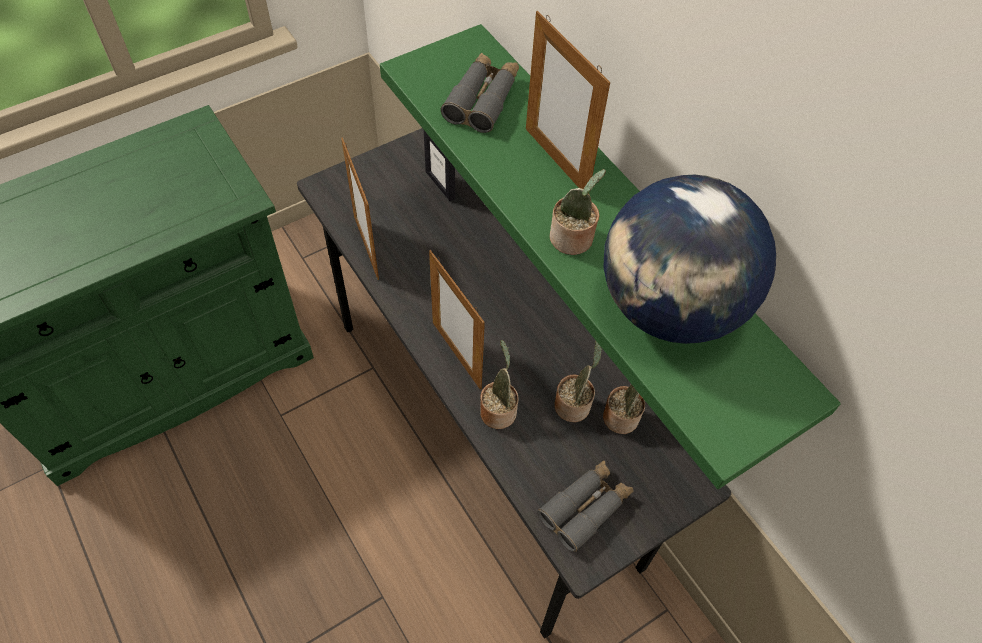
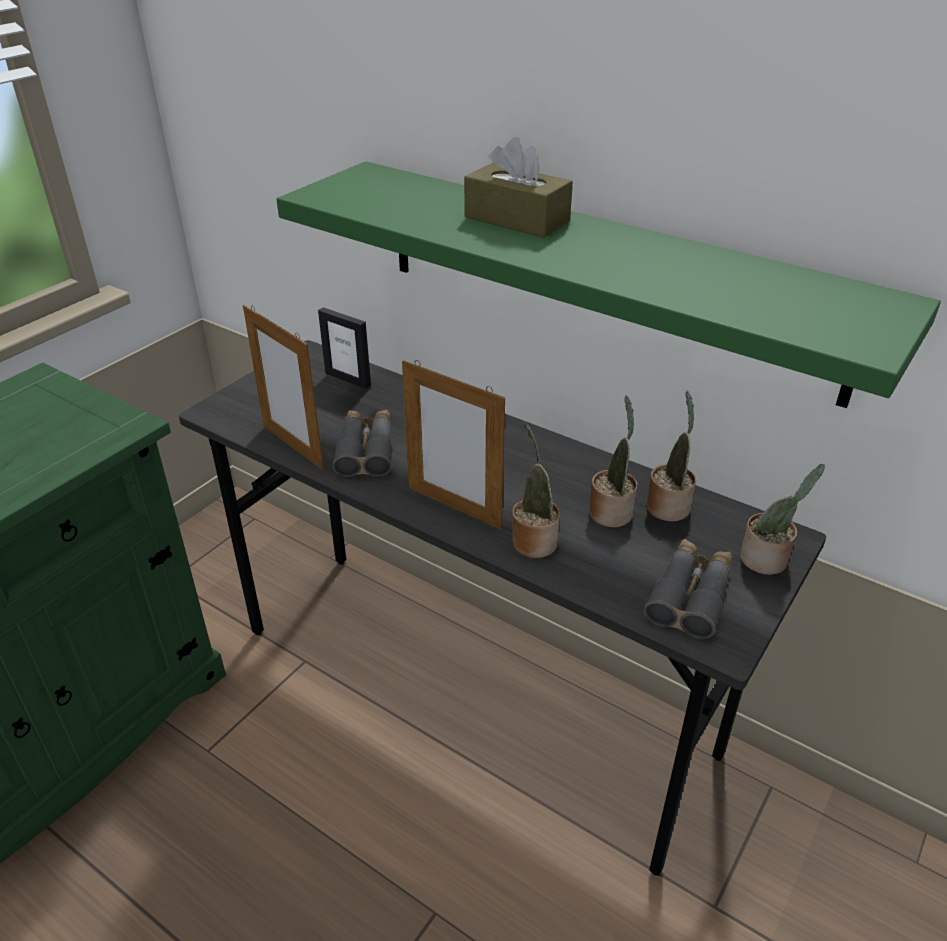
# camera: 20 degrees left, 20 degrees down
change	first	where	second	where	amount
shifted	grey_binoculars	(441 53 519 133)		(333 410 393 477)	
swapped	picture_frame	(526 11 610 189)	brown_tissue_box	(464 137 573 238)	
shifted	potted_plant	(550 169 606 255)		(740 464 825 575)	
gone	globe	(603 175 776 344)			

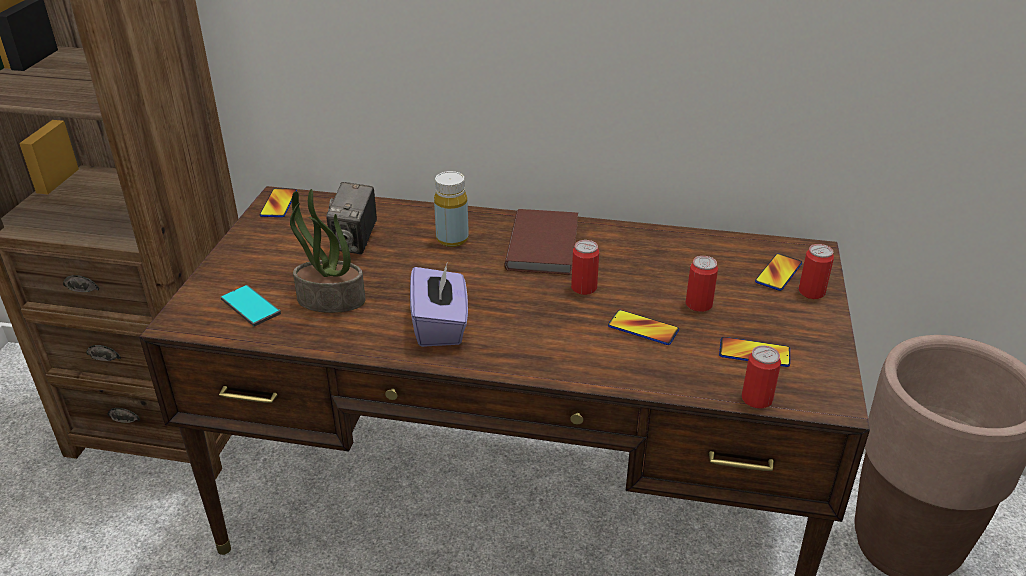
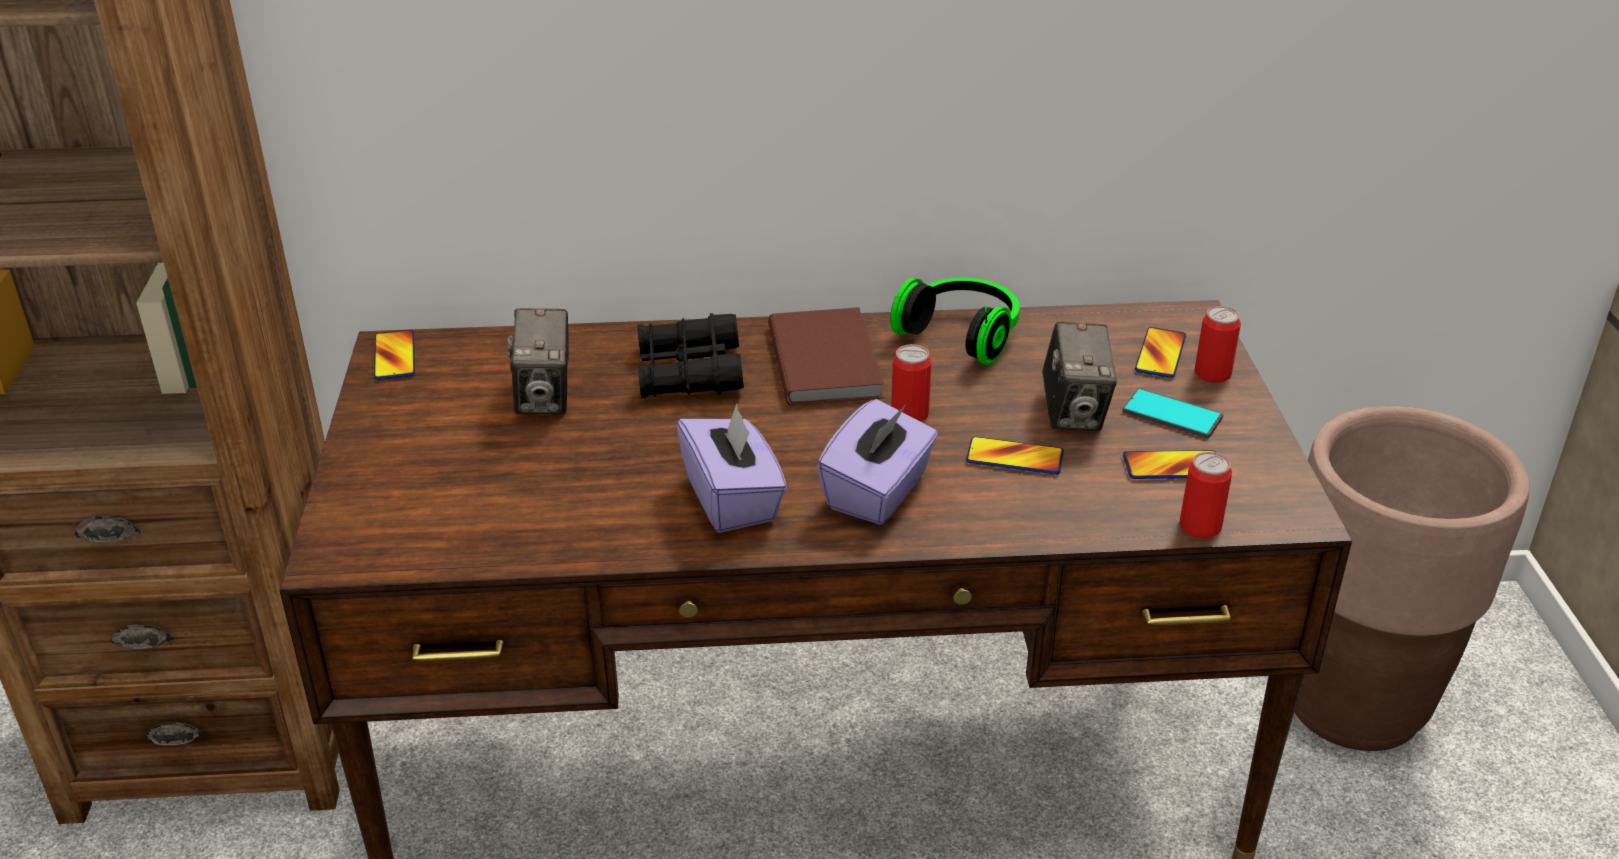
# camera: 15 degrees left, 0 degrees up
change	first	where	second	where	amount
shifted	phone	(221 285 281 326)		(1122 388 1223 439)	
gone	potted_plant	(290 189 366 313)			
swapped	yellow_bottle	(434 171 469 247)	black_binoculars	(638 313 744 398)	
swapped	can	(686 256 718 312)	photo_camera	(1042 322 1117 431)	
new			purple_tissue_box	(817 399 938 525)	
new			headphones	(890 278 1020 365)	

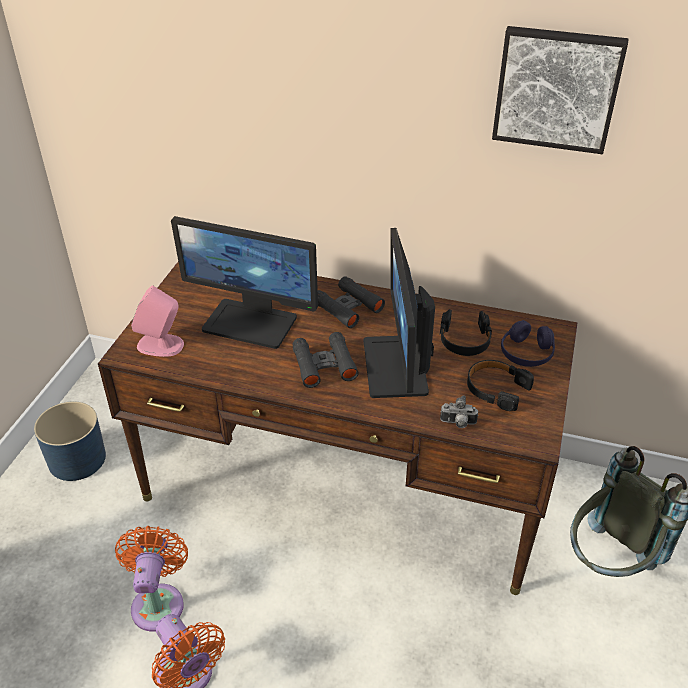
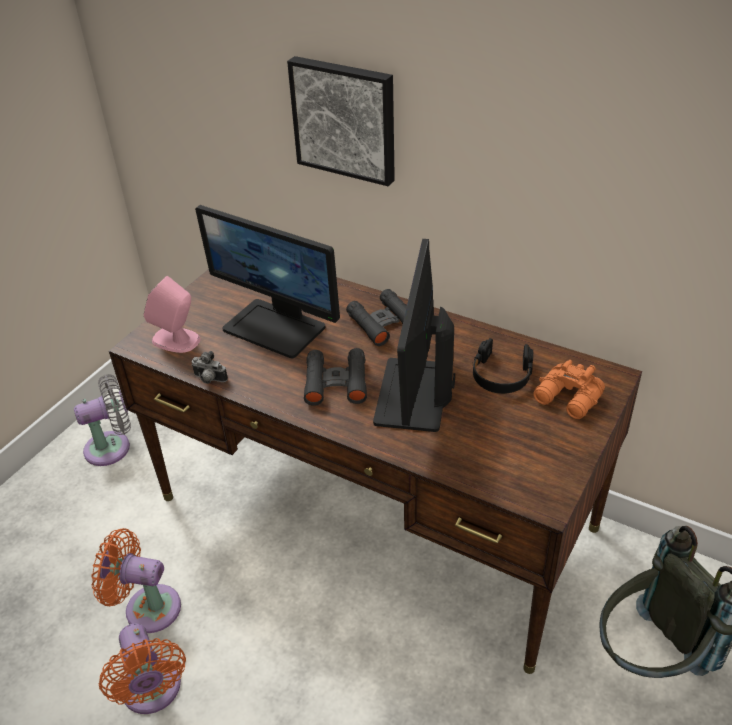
# camera: 15 degrees right, 0 degrees up
change	first	where	second	where	amount
swapped	blue_planter	(34 401 106 481)	grey_fan	(74 374 131 466)	
rotated	orange_fan	(115 526 188 632)		(91 528 181 633)	90 degrees counterclockwise
shifted	photo_camera	(440 395 478 428)		(191 351 228 384)	
gone	black_headphones	(467 360 534 411)			
shifted	picture	(492 26 629 154)		(287 56 395 186)	
swapped	purple_headphones	(501 320 555 367)	orange_binoculars	(533 360 605 419)	

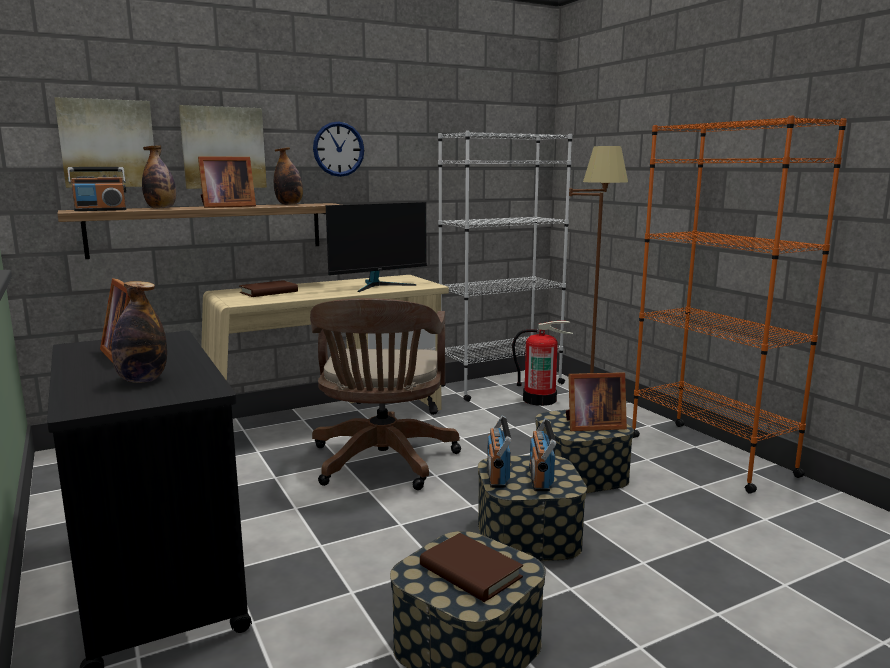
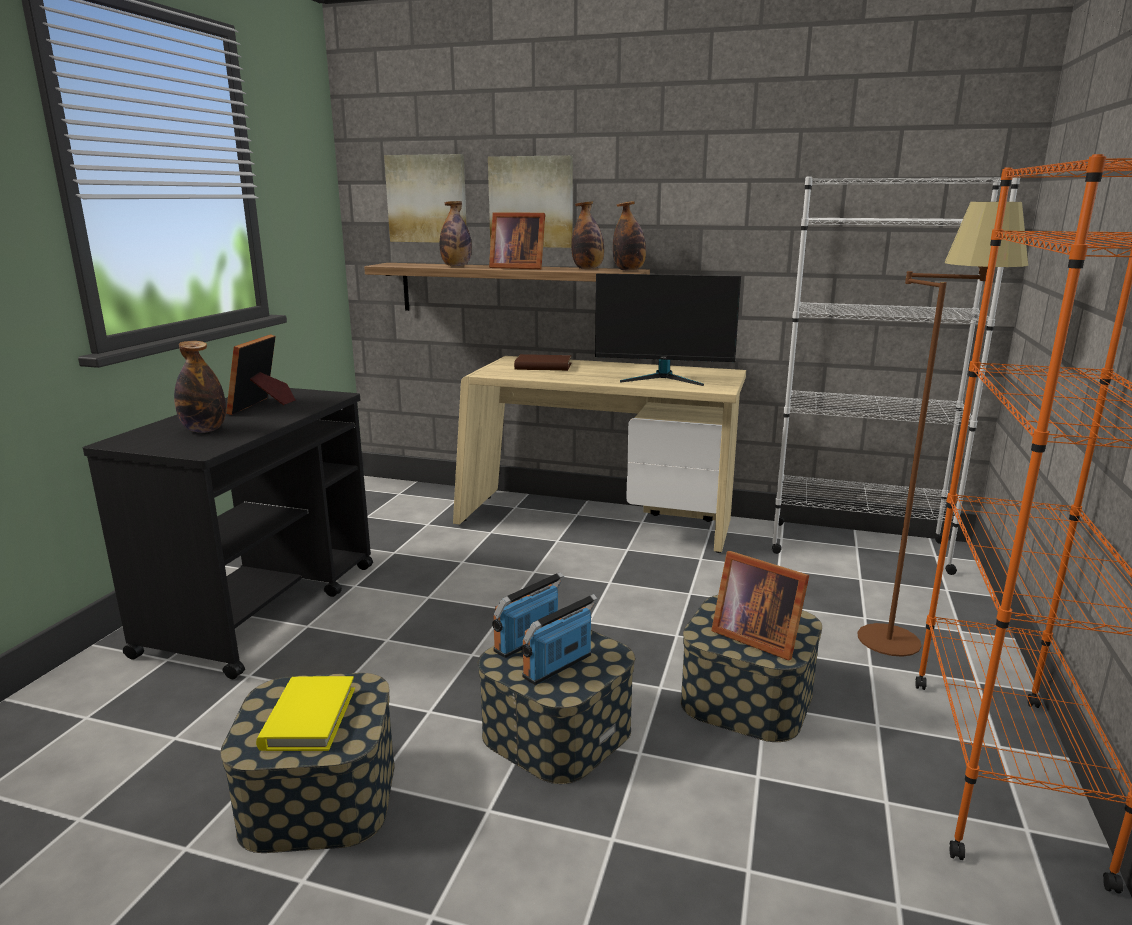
# camera: 45 degrees right, 5 degrees up
change	first	where	second	where	amount
gone	radio	(68 167 127 211)			
gone	brown_office_chair	(310 298 461 490)			
gone	wall_clock	(313 121 364 177)			
repainted	brown_book	(420 533 523 602)	yellow_book	(256 676 355 751)	
gone	fire_extinguisher	(512 321 573 406)			
new			bottle	(613 201 646 271)	

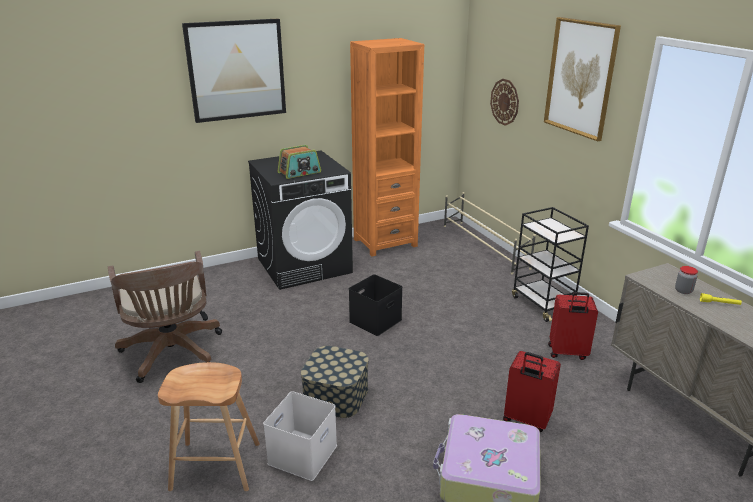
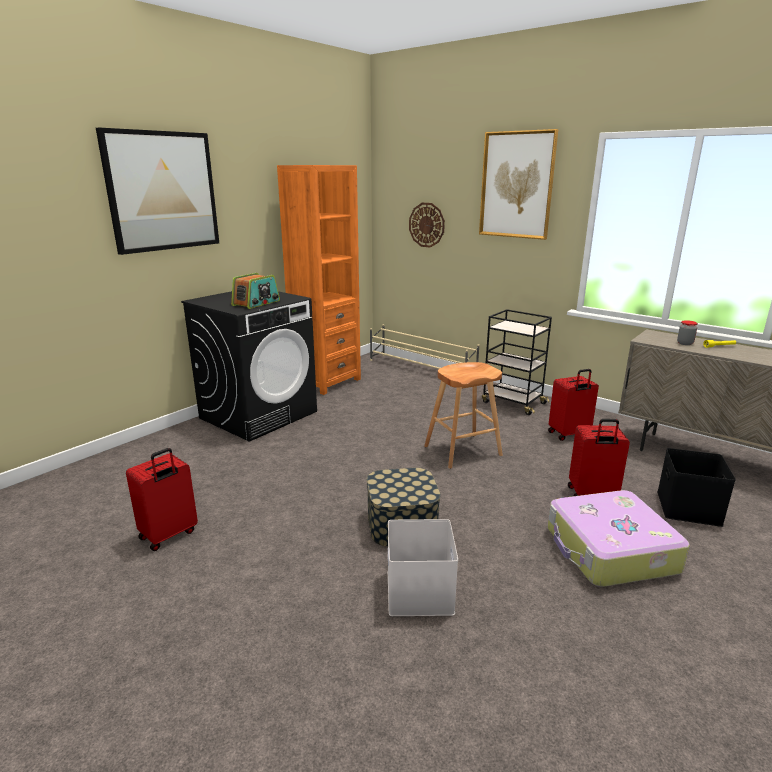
# camera: 25 degrees left, 5 degrees down
change	first	where	second	where	amount
swapped	brown_office_chair	(108 251 222 383)	red_suitcase	(126 448 198 551)	
shifted	brown_stool	(158 362 260 491)		(424 362 503 469)	
shifted	black_storage_box	(349 274 403 336)		(657 448 736 527)	

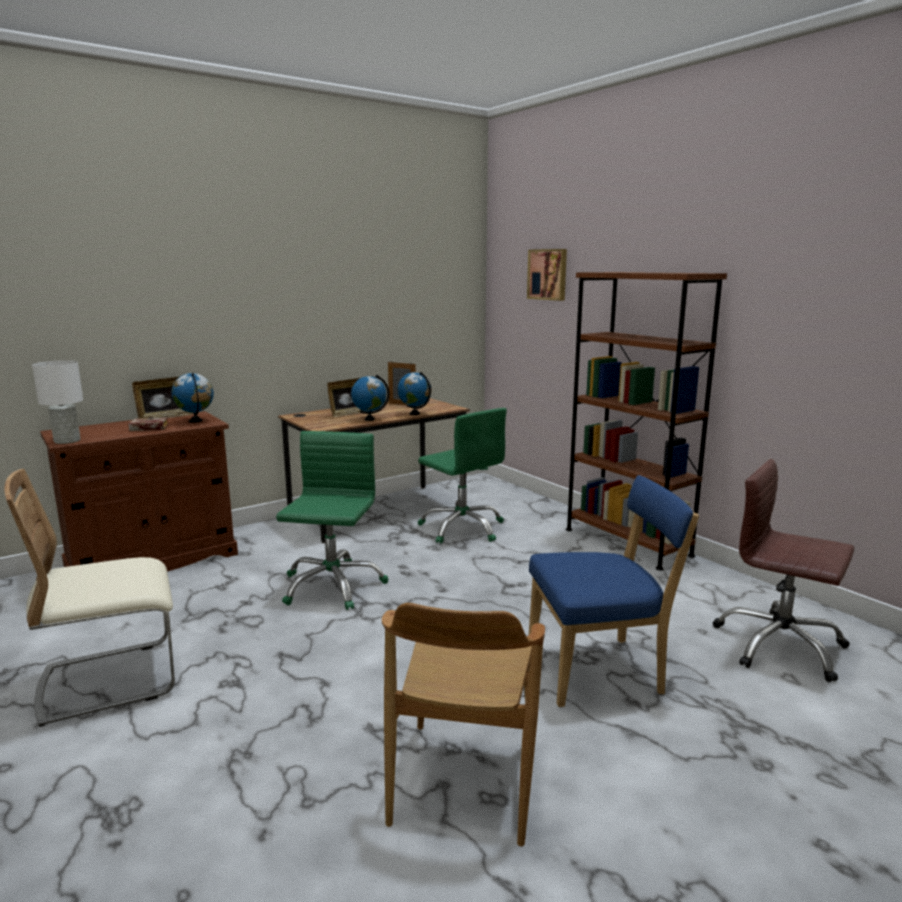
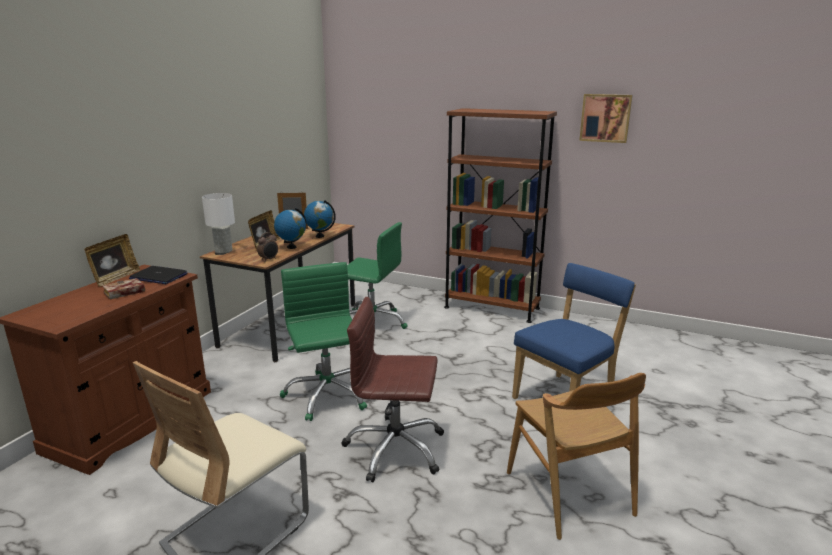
# camera: 30 degrees left, 5 degrees up
change	first	where	second	where	amount
shifted	white_table_lamp	(32 360 83 444)		(202 193 235 254)	
swapped	globe	(171 373 214 423)	laptop	(129 266 188 284)	
shifted	picture	(527 249 567 301)		(579 94 632 143)	
shifted	brown_office_chair	(713 459 854 682)		(341 297 444 482)	
new			alarm_clock	(257 232 278 261)	

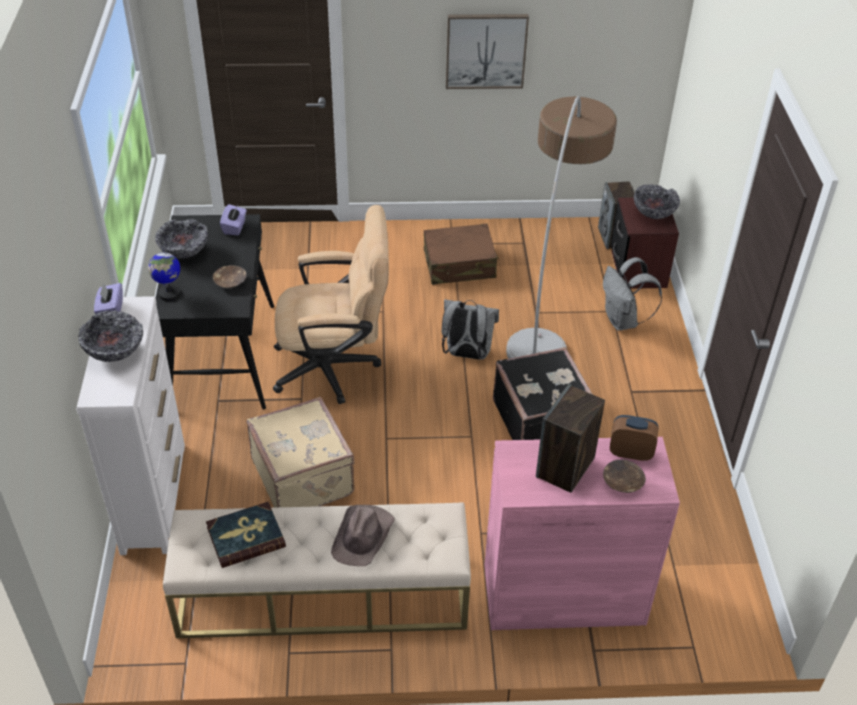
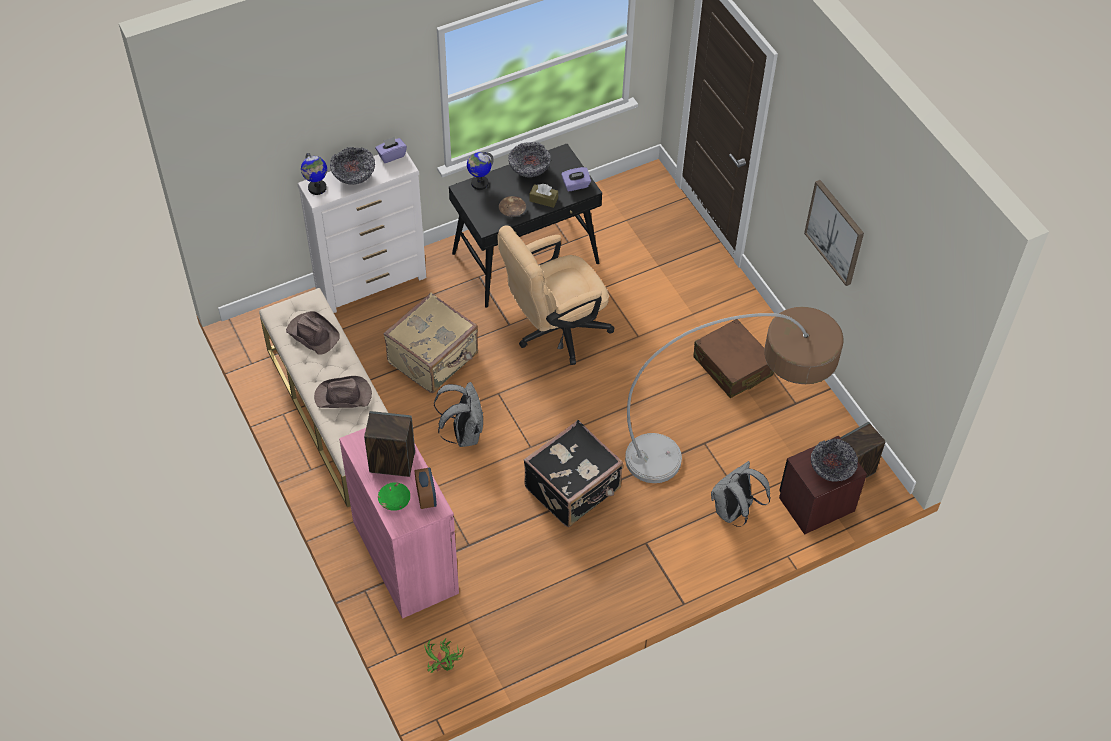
# camera: 65 degrees right, 10 degrees up
change	first	where	second	where	amount
swapped	book	(206 502 286 568)	brown_hat	(286 311 340 354)	
rotated	beige_office_chair	(273 205 389 404)		(497 225 614 365)	90 degrees clockwise
shifted	grey_backpack	(442 299 499 360)		(434 382 483 447)	
repainted	brown_bowl	(603 460 646 493)	green_bowl	(378 482 410 511)	
new			globe	(301 153 327 195)	
new			potted_plant	(425 638 464 673)	
new			brown_tissue_box	(529 184 558 208)	

